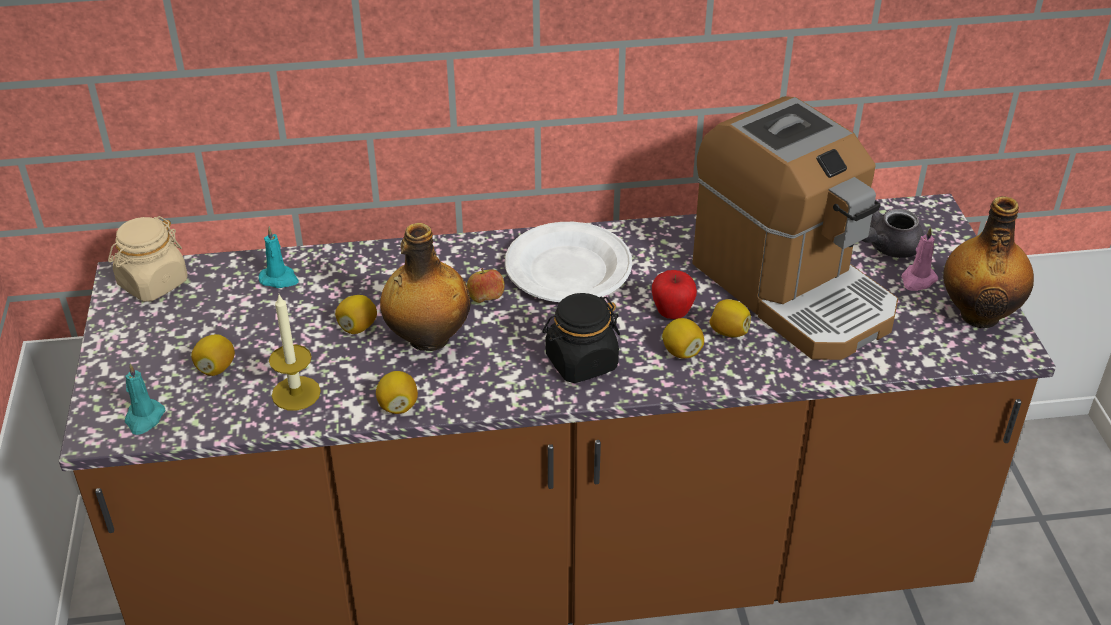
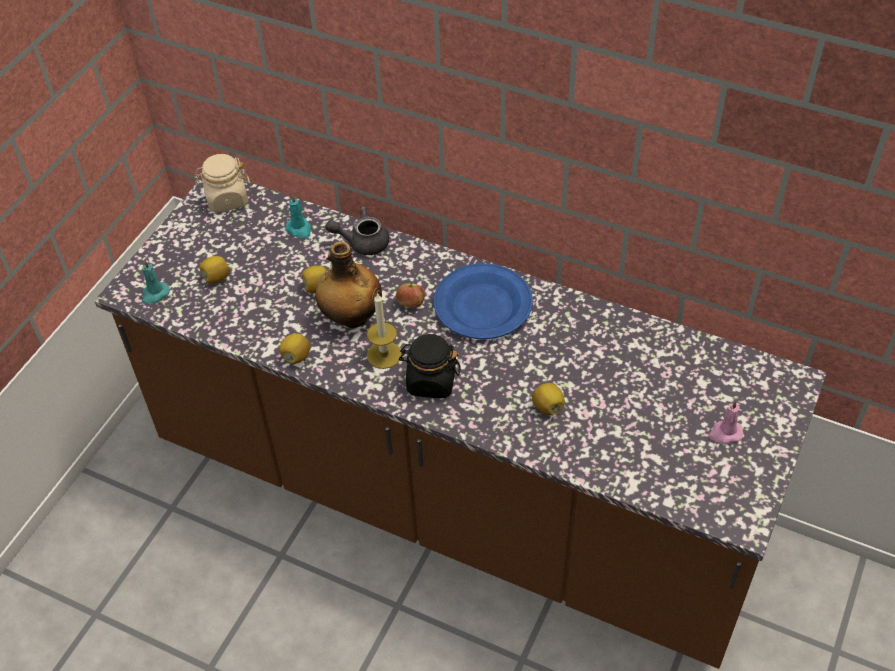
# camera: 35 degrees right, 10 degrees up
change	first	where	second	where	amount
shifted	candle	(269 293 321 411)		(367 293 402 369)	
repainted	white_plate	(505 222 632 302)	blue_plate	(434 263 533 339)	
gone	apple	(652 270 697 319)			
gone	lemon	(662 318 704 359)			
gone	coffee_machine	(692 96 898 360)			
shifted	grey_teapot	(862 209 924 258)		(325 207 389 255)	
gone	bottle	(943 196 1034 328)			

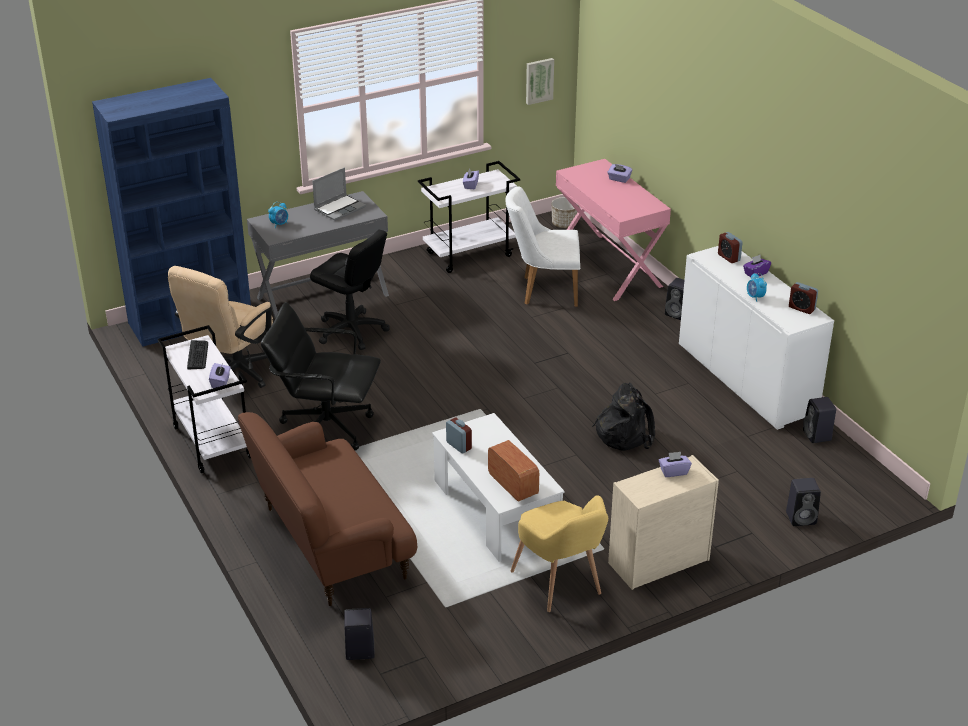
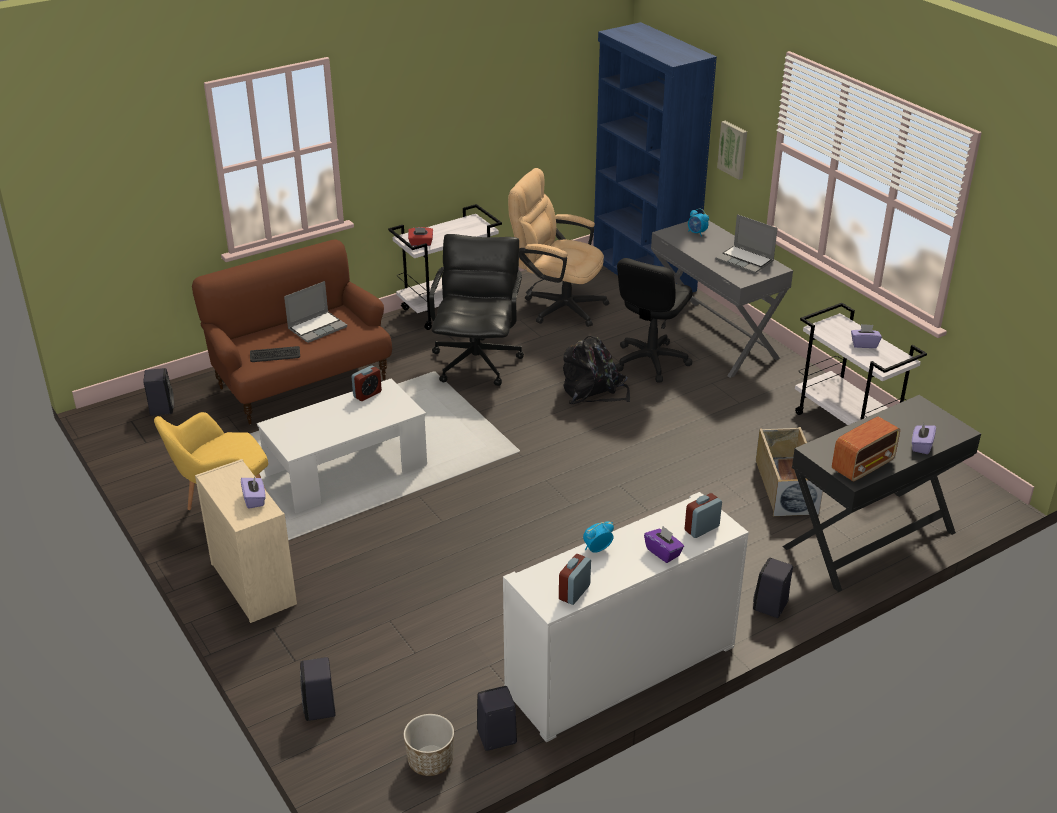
# camera: 85 degrees right, 0 degrees up
change	first	where	second	where	amount
shifted	keyboard	(187 340 208 370)		(250 346 300 362)	
repainted	purple_tissue_box	(209 363 231 388)	red_tissue_box	(408 227 433 246)	
shifted	radio	(488 440 539 502)		(832 416 900 482)	
swapped	white_chair	(506 186 580 307)	beige_storage_box	(756 427 823 516)	
shifted	picture	(526 58 554 105)		(717 121 747 180)	
shifted	planter	(551 197 579 228)		(404 714 454 776)	
repainted	pink_desk	(556 159 671 301)	black_desk	(782 395 981 592)	
shifted	black_backpack	(592 383 655 451)		(563 336 630 404)	
new			laptop	(284 281 347 343)	

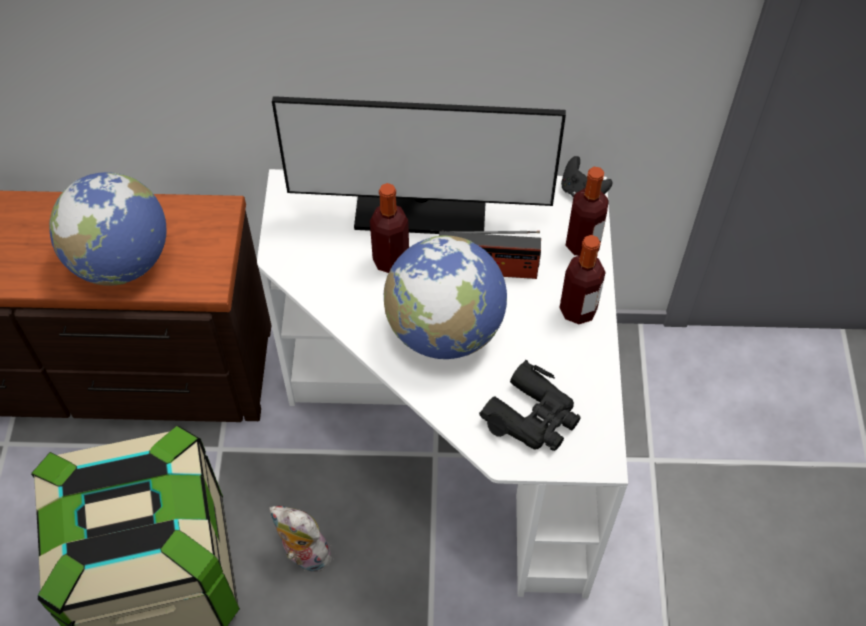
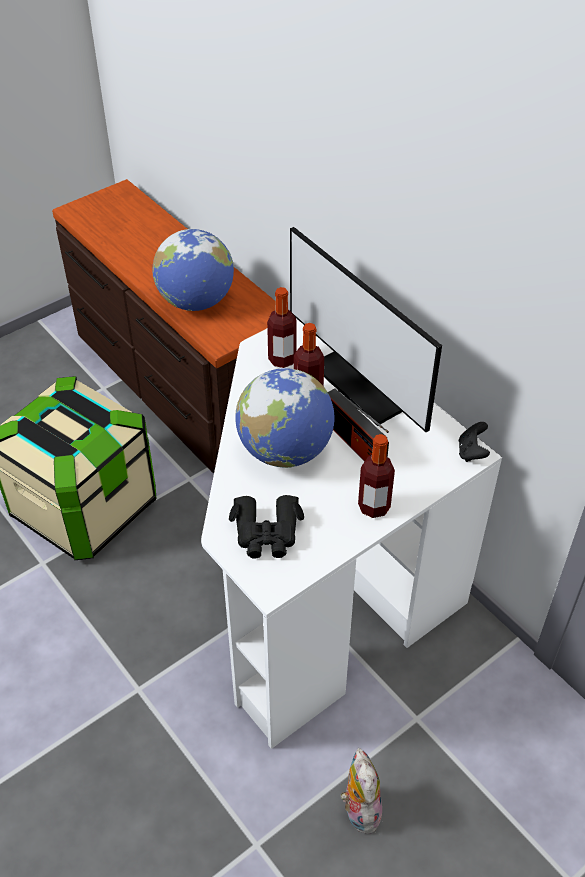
# camera: 50 degrees right, 10 degrees down
change	first	where	second	where	amount
shifted	plush_toy	(269 506 332 572)		(341 748 382 834)	
shifted	bottle	(565 167 609 256)		(267 287 297 368)	

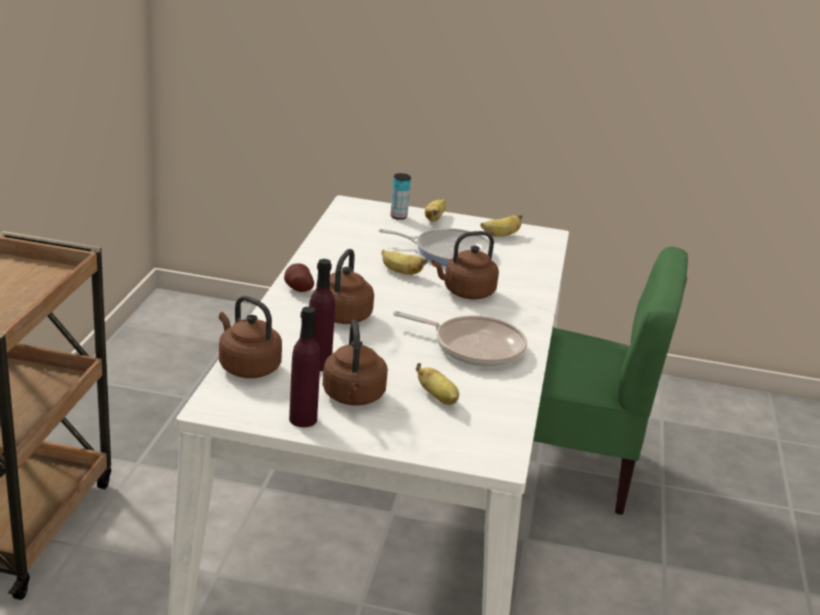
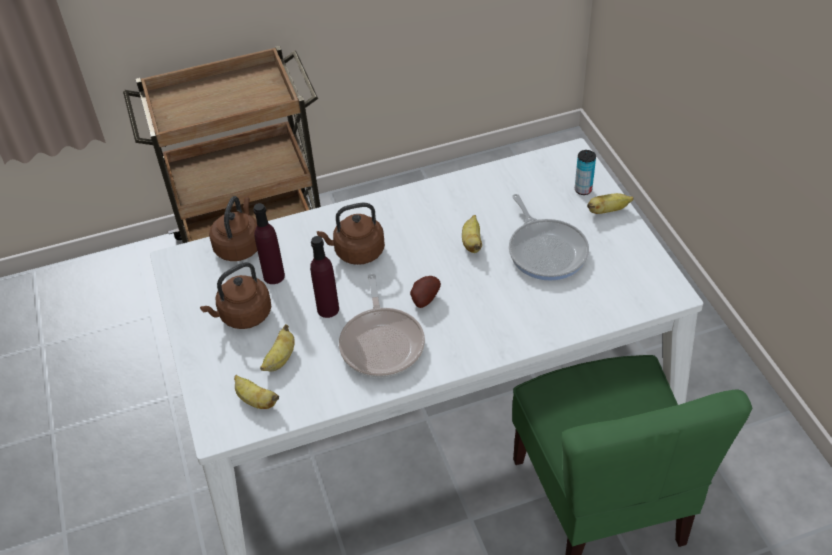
# camera: 65 degrees right, 20 degrees up
change	first	where	second	where	amount
shifted	potato	(284 263 314 292)		(410 276 441 308)	
shifted	purple_bottle	(289 306 320 427)		(310 236 339 318)	
gone	brown_kettle	(432 231 499 299)			
shifted	banana	(481 214 523 237)		(234 375 279 409)	

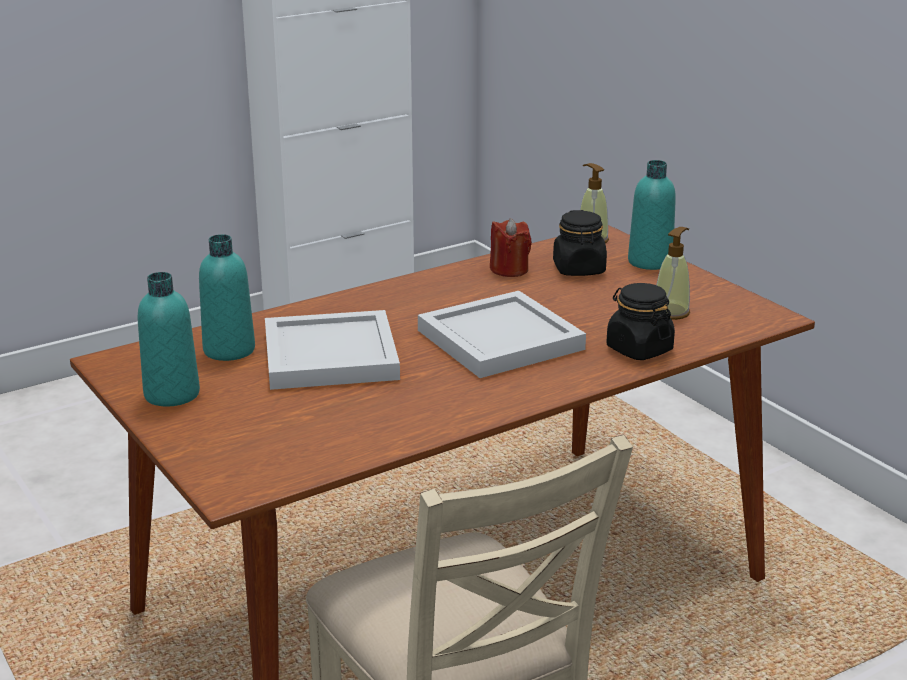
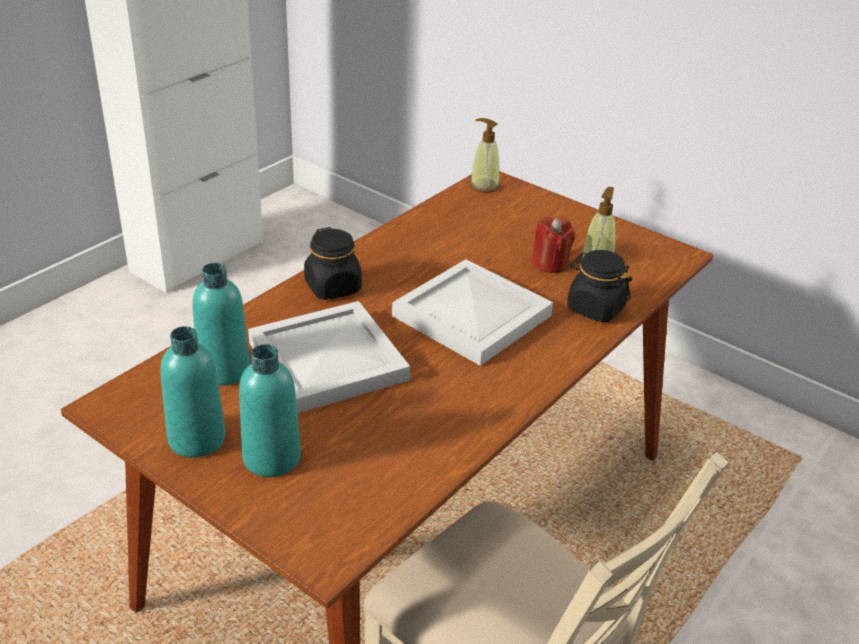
# camera: 20 degrees left, 10 degrees up
change	first	where	second	where	amount
shifted	red_candle	(490 219 532 277)		(531 217 575 273)	
shifted	black_jar	(553 210 607 276)		(304 227 362 300)	
shifted	turquoise_bottle	(628 160 676 270)		(239 344 301 477)	

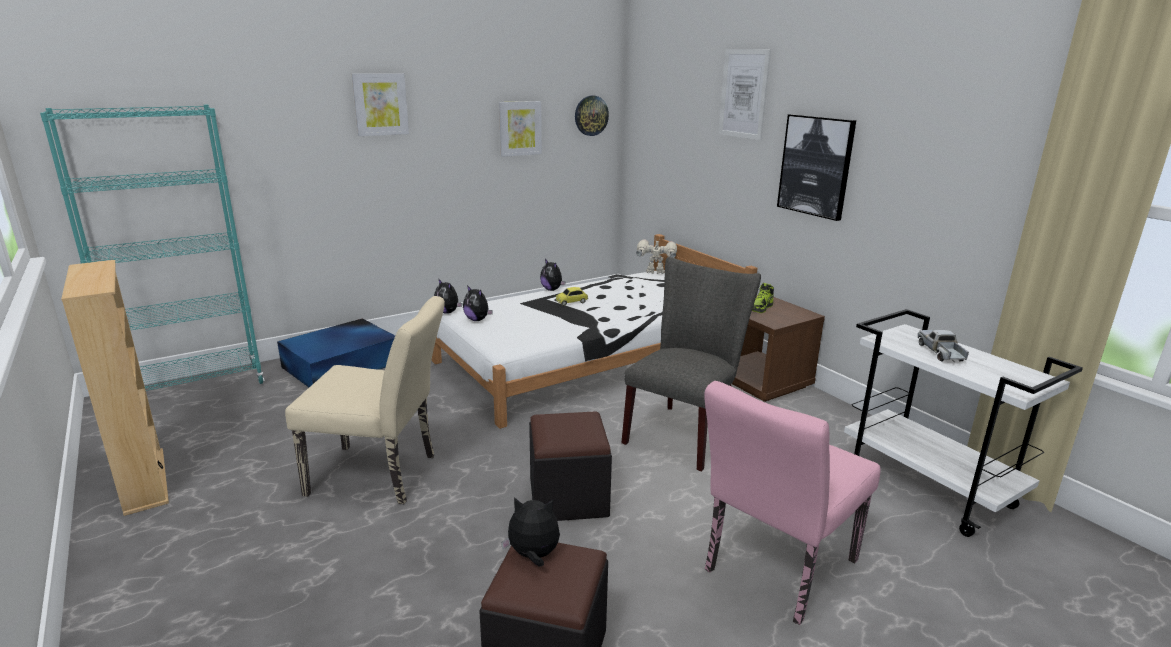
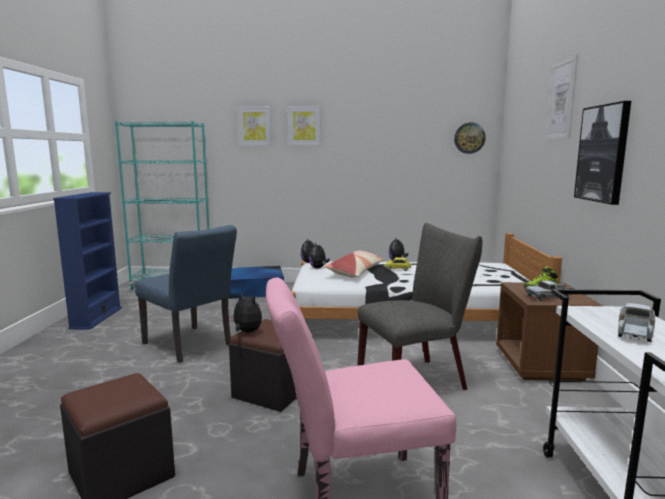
# camera: 35 degrees right, 10 degrees down
change	first	where	second	where	amount
repainted	beige_bookcase	(61 260 169 516)	blue_bookcase	(53 192 122 330)	
repainted	beige_chair	(285 296 445 504)	blue_chair	(135 225 237 363)	
shifted	picture	(499 101 542 157)		(237 106 272 146)	
shifted	plush_toy	(501 497 560 566)		(229 292 262 333)	
gone	toy_robot	(636 237 677 274)			
new			pillow	(324 251 384 278)	
new			toy_truck	(525 280 573 301)	

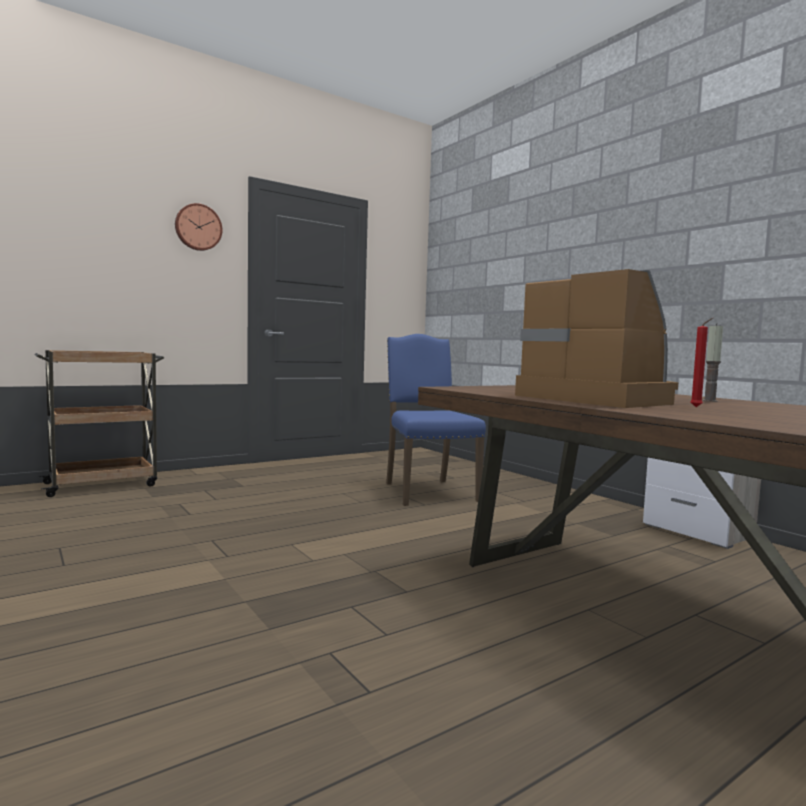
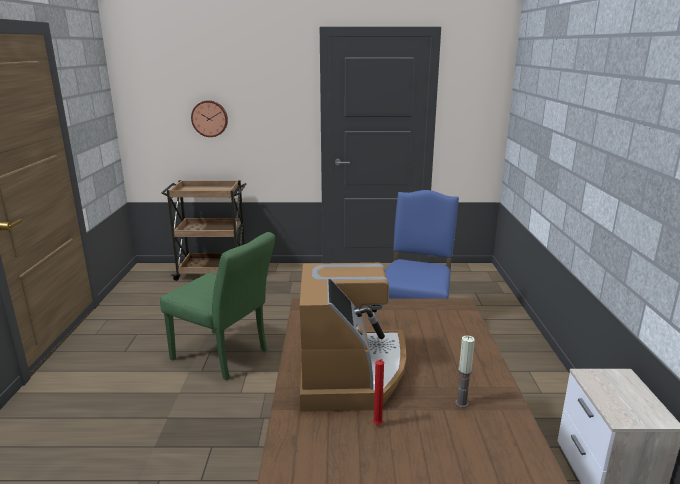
# camera: 35 degrees right, 15 degrees up
change	first	where	second	where	amount
shifted	wall_clock	(175 203 222 251)		(191 100 228 137)	
new			green_chair	(160 232 275 380)	

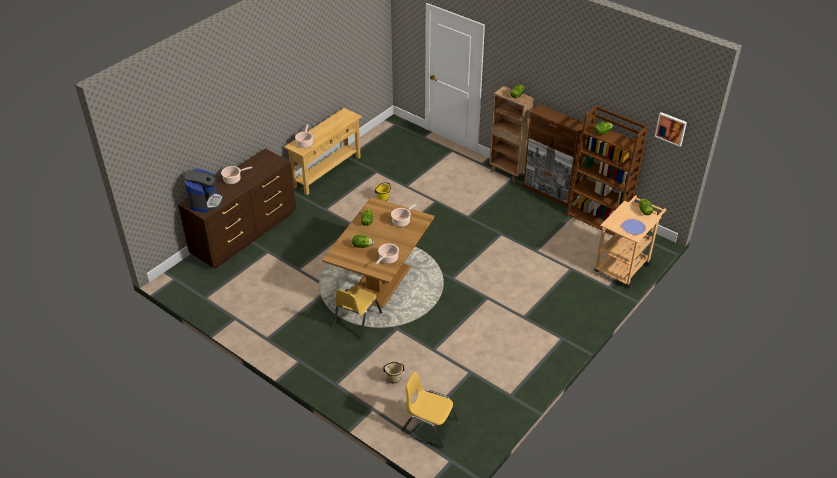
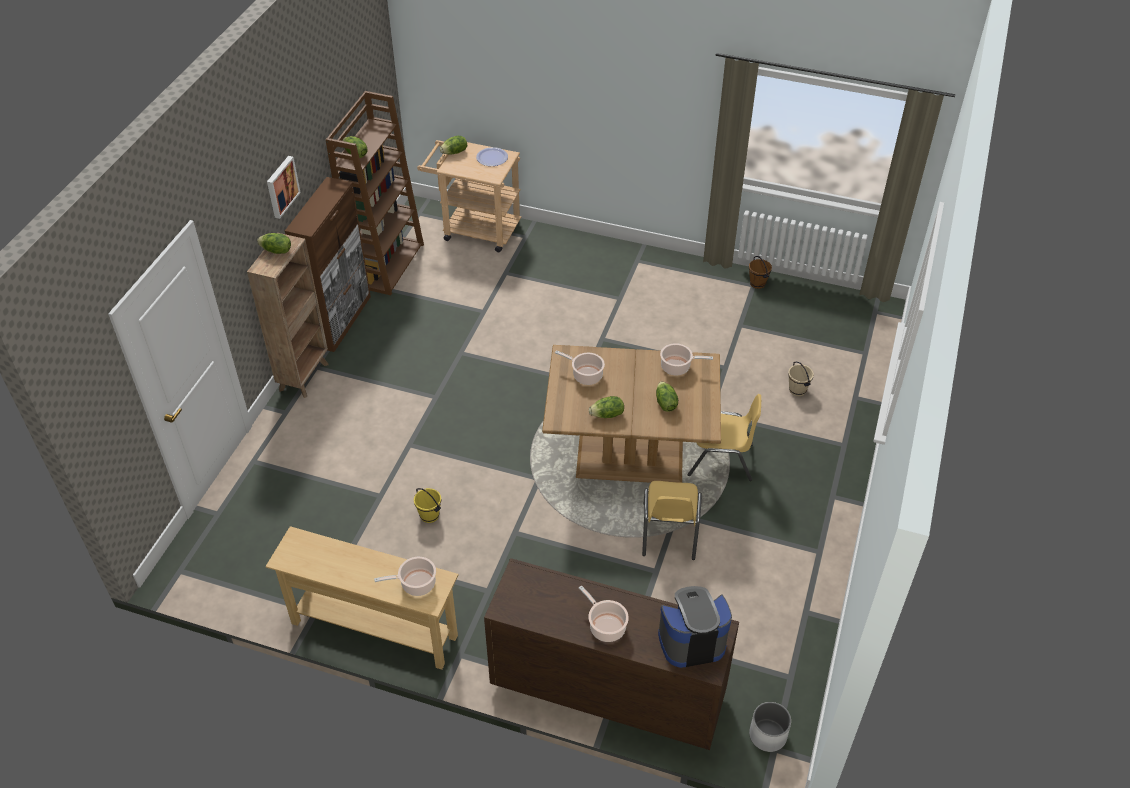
# camera: 110 degrees left, 5 degrees up
change	first	where	second	where	amount
shifted	yellow_chair	(402 372 458 448)		(642 481 702 560)	
shifted	picture	(655 112 687 147)		(267 156 301 219)	
new			brown_bucket	(749 256 772 289)	
new			white_planter	(749 702 791 752)	

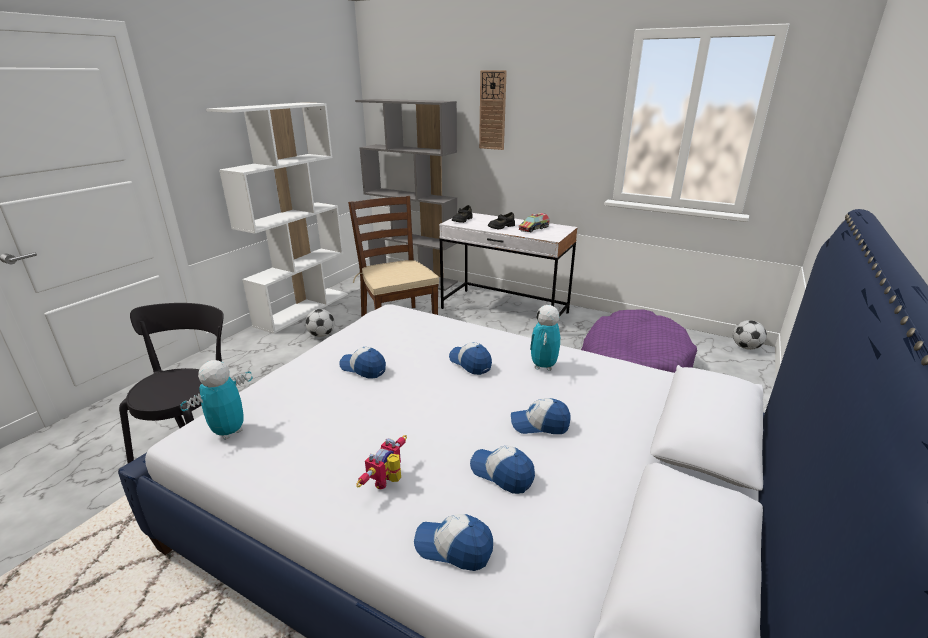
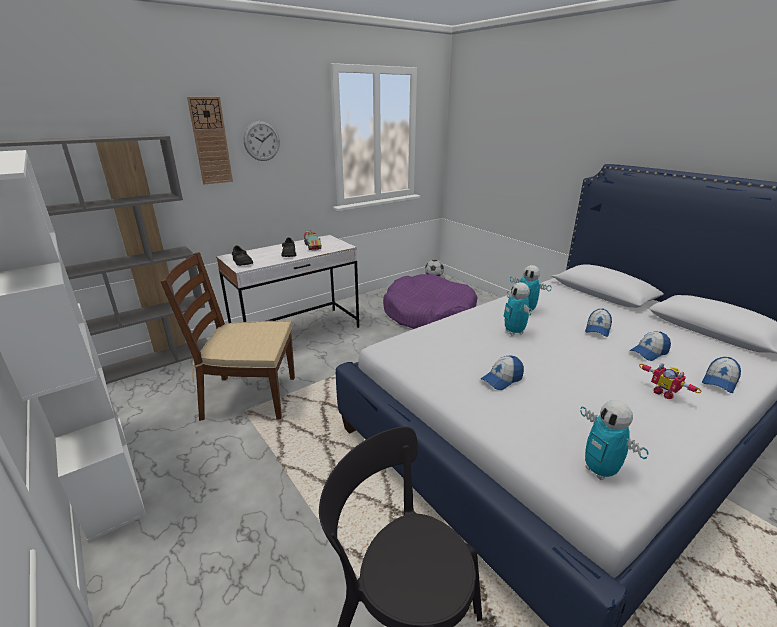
# camera: 65 degrees left, 0 degrees up
change	first	where	second	where	amount
gone	football	(305 309 335 337)			
swapped	cap	(449 342 492 375)	toy_robot	(504 282 532 336)	
new			wall_clock	(243 121 280 161)	

